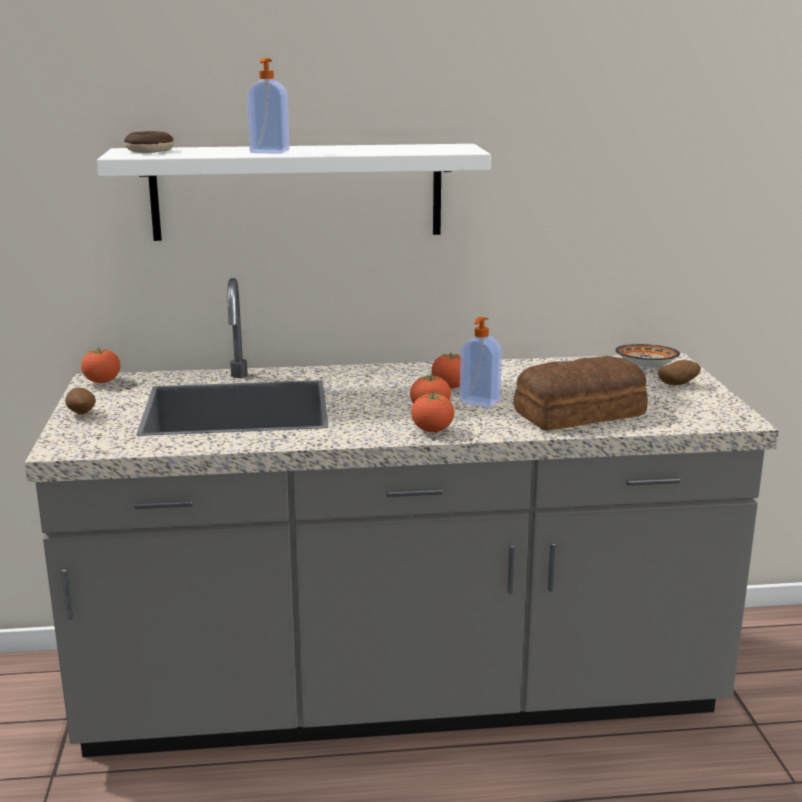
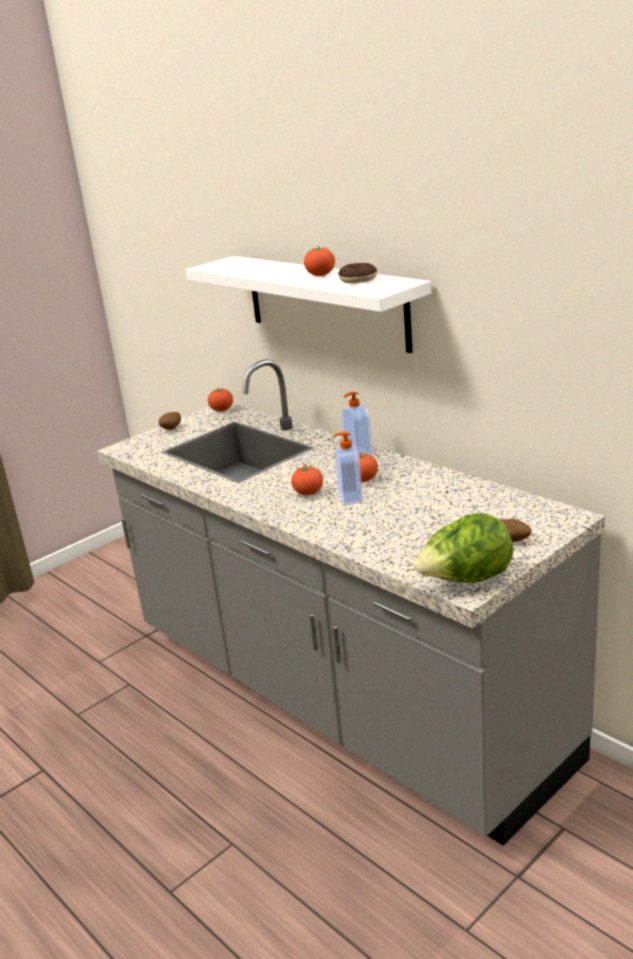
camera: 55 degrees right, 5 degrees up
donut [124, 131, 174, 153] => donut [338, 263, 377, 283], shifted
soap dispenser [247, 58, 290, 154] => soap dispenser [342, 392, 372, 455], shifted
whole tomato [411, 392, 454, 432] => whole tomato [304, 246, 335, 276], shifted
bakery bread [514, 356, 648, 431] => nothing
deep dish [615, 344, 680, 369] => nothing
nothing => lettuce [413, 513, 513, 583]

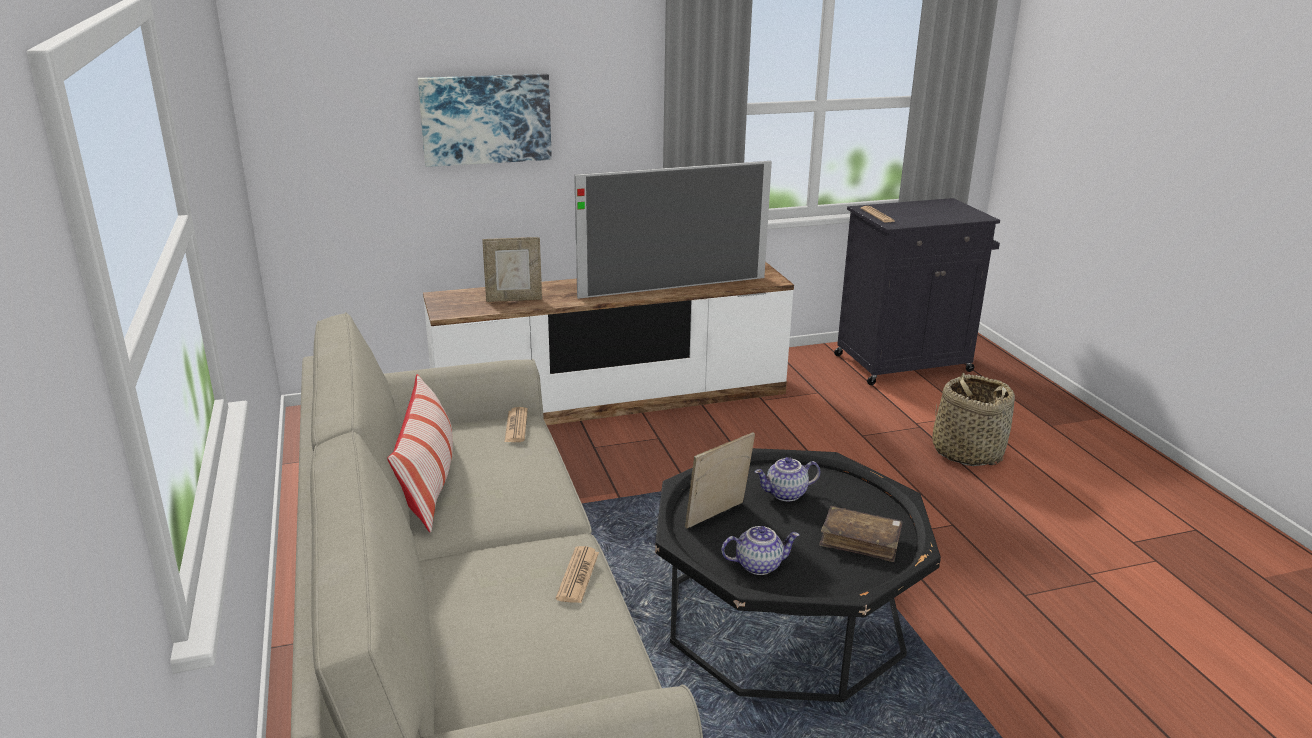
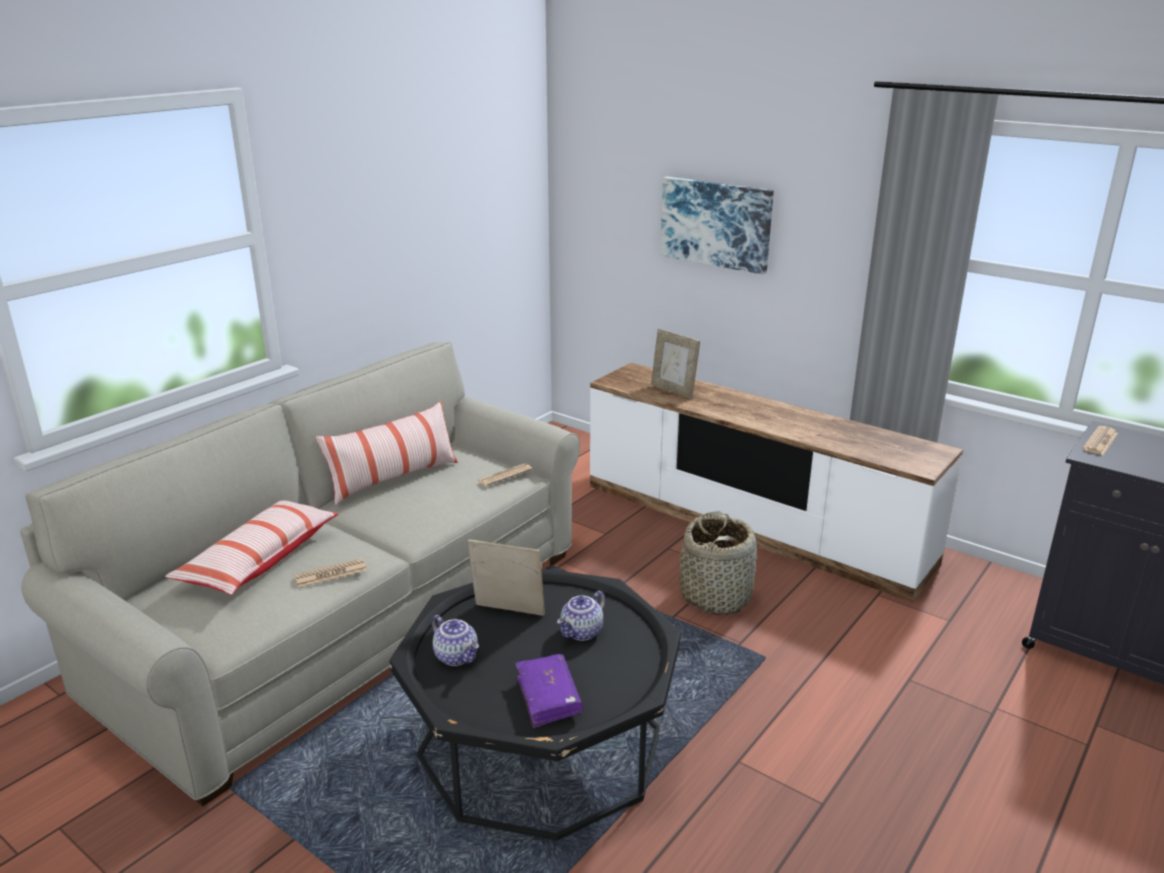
camera: 55 degrees right, 0 degrees up
TV set [574, 161, 772, 299] => nothing
tea pot [755, 457, 820, 501] => tea pot [557, 591, 605, 641], 90 degrees counterclockwise
brown volume [819, 506, 903, 562] => purple-coloured volume [516, 654, 583, 728]
storage basket [932, 373, 1015, 466] => storage basket [679, 511, 757, 615], shifted
nothing => cushion [165, 501, 338, 595]

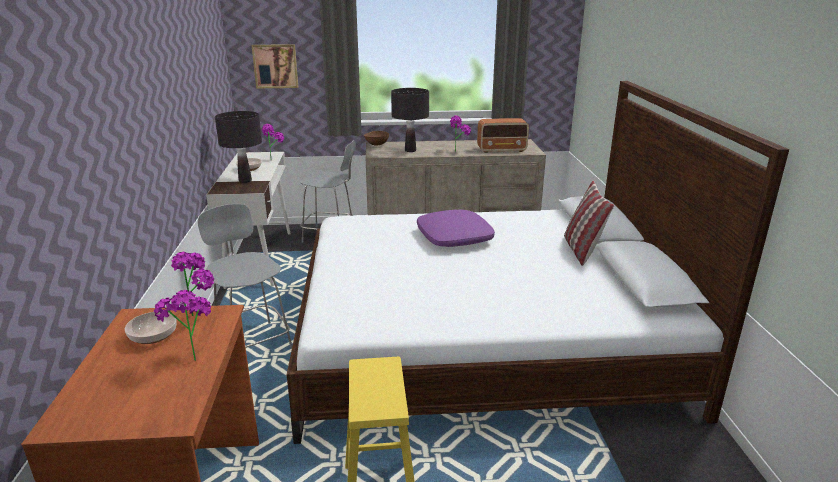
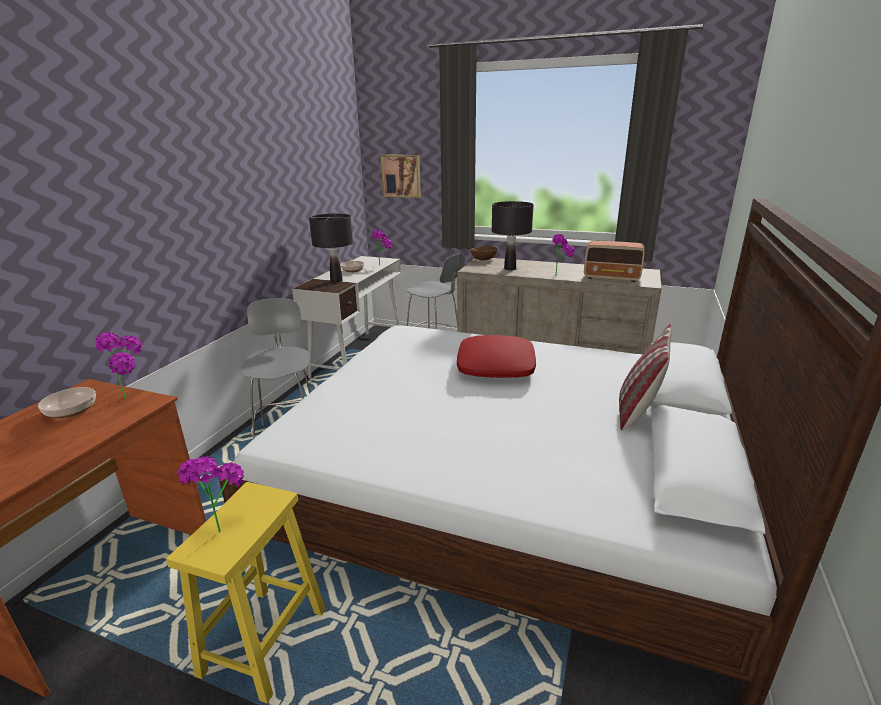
camera: 25 degrees right, 0 degrees up
plant in a pot [154, 290, 211, 361] => plant in a pot [177, 456, 244, 532], shifted
purple-coloured cushion [417, 209, 495, 247] => red cushion [457, 335, 536, 378]

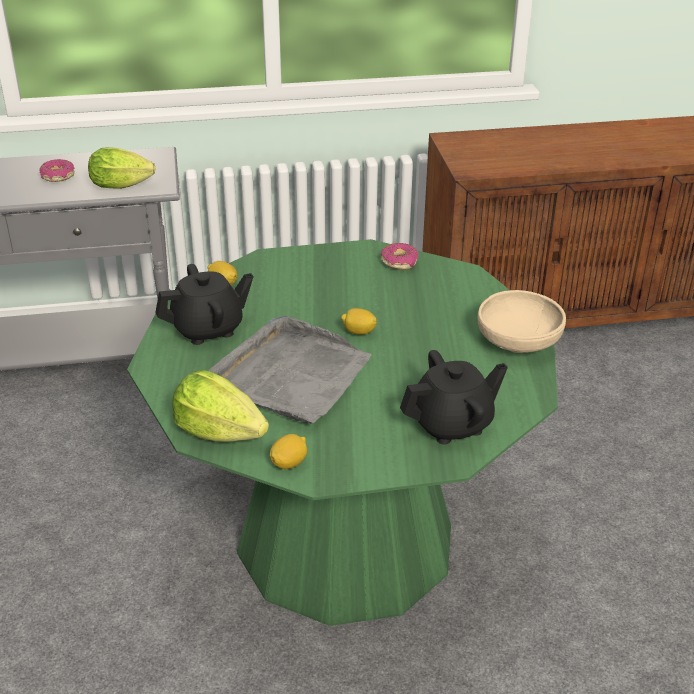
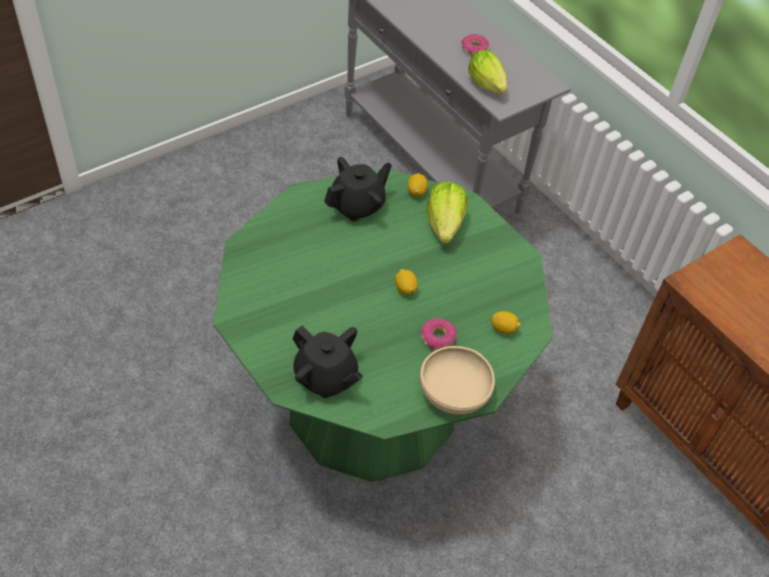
camera: 60 degrees right, 15 degrees up
blackish tea pot [155, 264, 253, 345] => blackish tea pot [324, 157, 392, 222], 75 degrees counterclockwise
lettuce [172, 370, 269, 442] => lettuce [427, 181, 468, 244], shifted
greyish tray [208, 316, 371, 424] => nothing
citrus fruit [270, 434, 307, 469] => citrus fruit [491, 311, 521, 335], shifted
donut [381, 243, 418, 270] => donut [421, 318, 457, 350], shifted

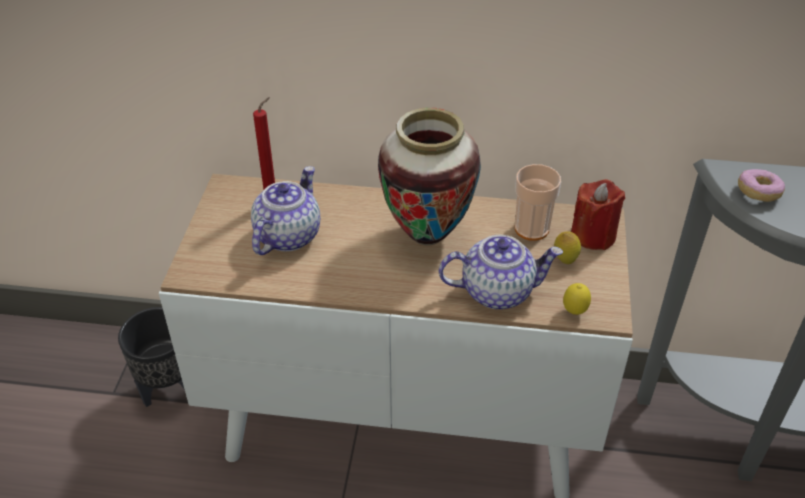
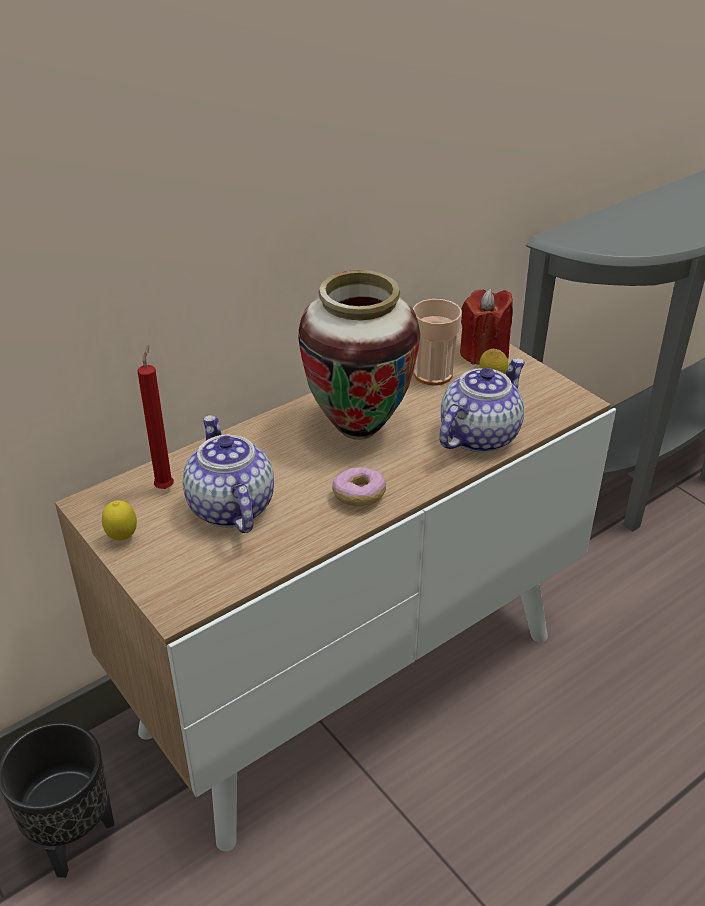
camera: 45 degrees left, 5 degrees down
citrus fruit [563, 283, 591, 315] => citrus fruit [102, 500, 137, 540], shifted
donut [738, 169, 785, 202] => donut [332, 467, 386, 506], shifted

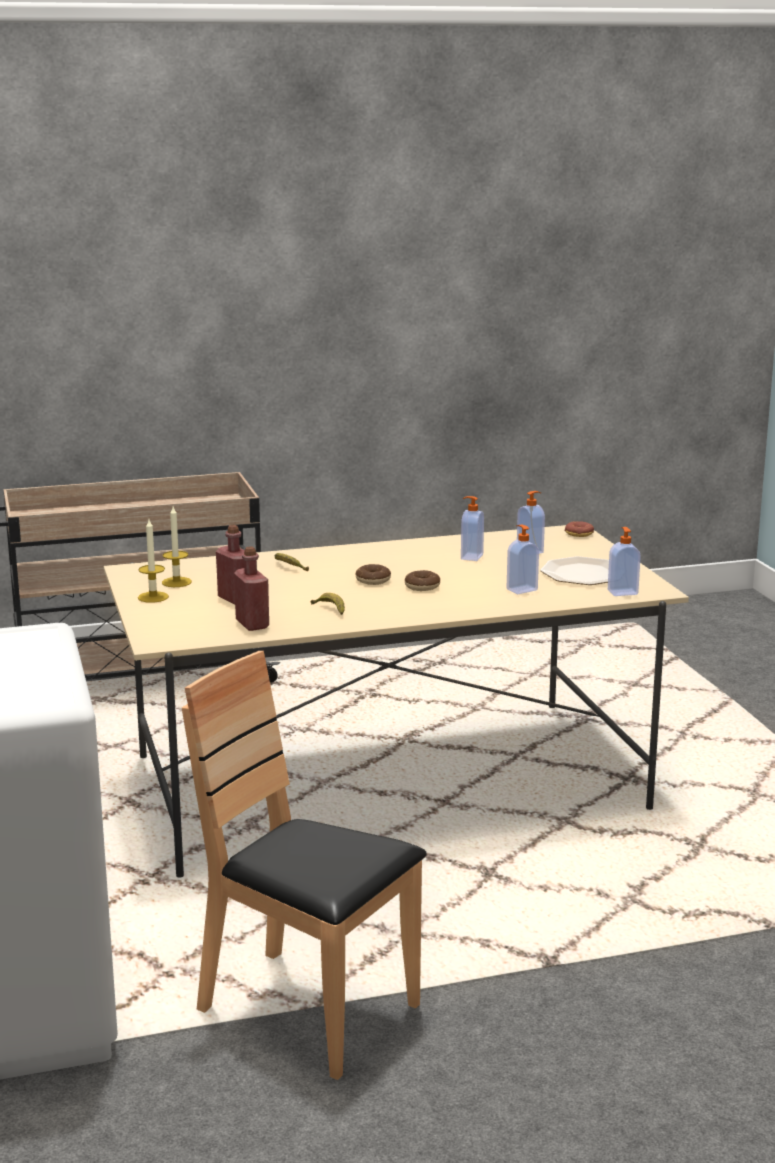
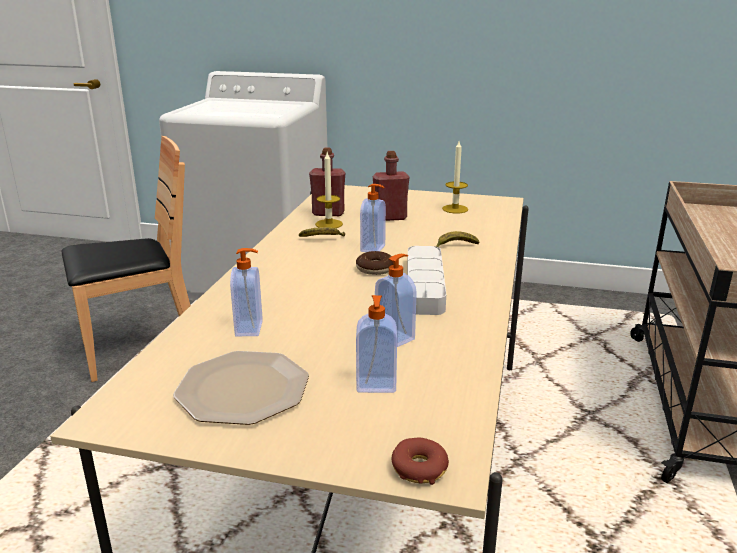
camera: 120 degrees right, 5 degrees up
candle [138, 520, 169, 603] => candle [315, 152, 343, 228], shifted
donut [405, 570, 440, 591] => nothing
soap dispenser [608, 527, 641, 596] => soap dispenser [360, 184, 386, 252], shifted
nothing => greyish tray [407, 246, 446, 315]

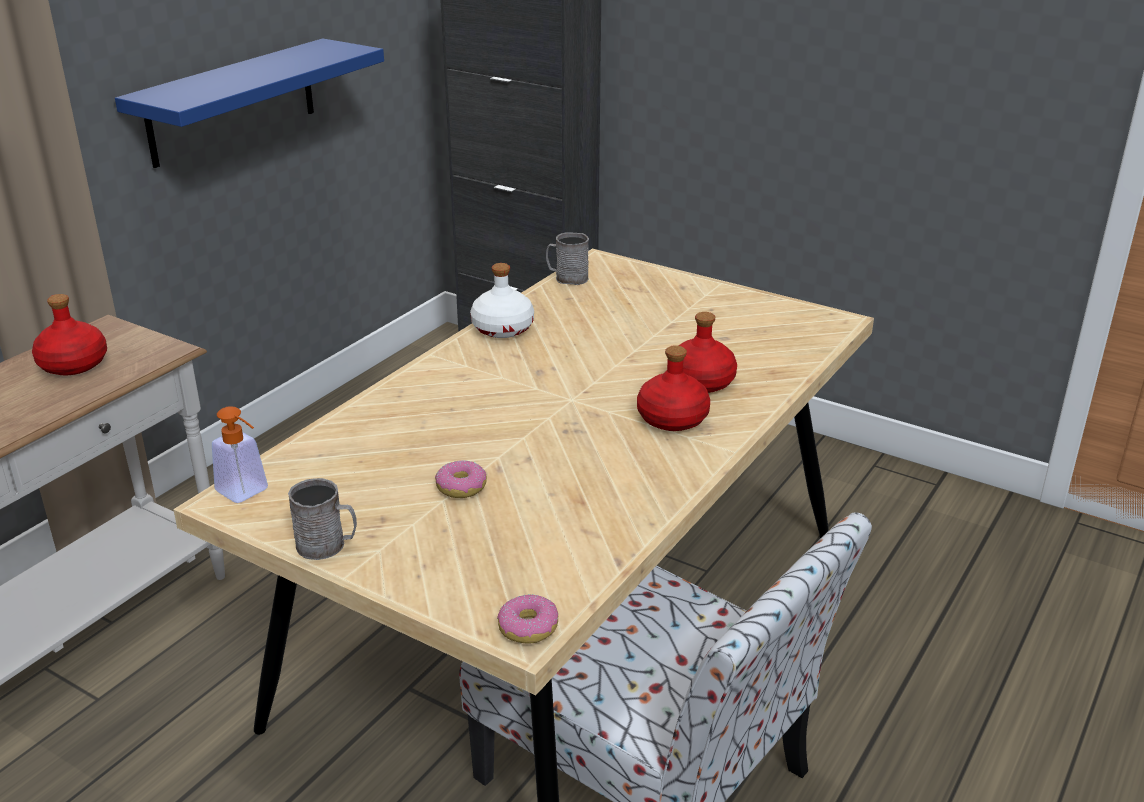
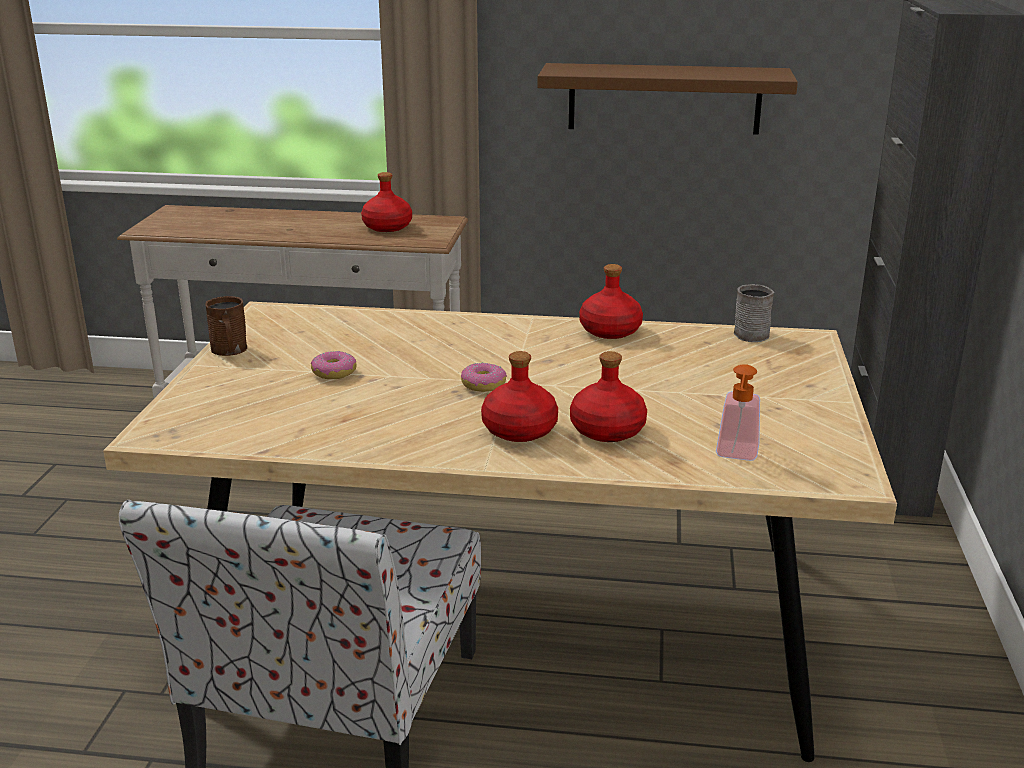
camera: 65 degrees right, 5 degrees down
blue-coloured bracket shelf [115, 38, 384, 168] => brown bracket shelf [537, 63, 798, 135]
soap dispenser [212, 406, 268, 503] => soap dispenser [716, 364, 760, 461], shifted
greyish mug [288, 478, 357, 560] => brown mug [205, 296, 247, 356]
white beverage bottle [470, 263, 534, 338] => red beverage bottle [579, 264, 643, 339]
donut [497, 594, 558, 644] => donut [461, 363, 507, 392], shifted

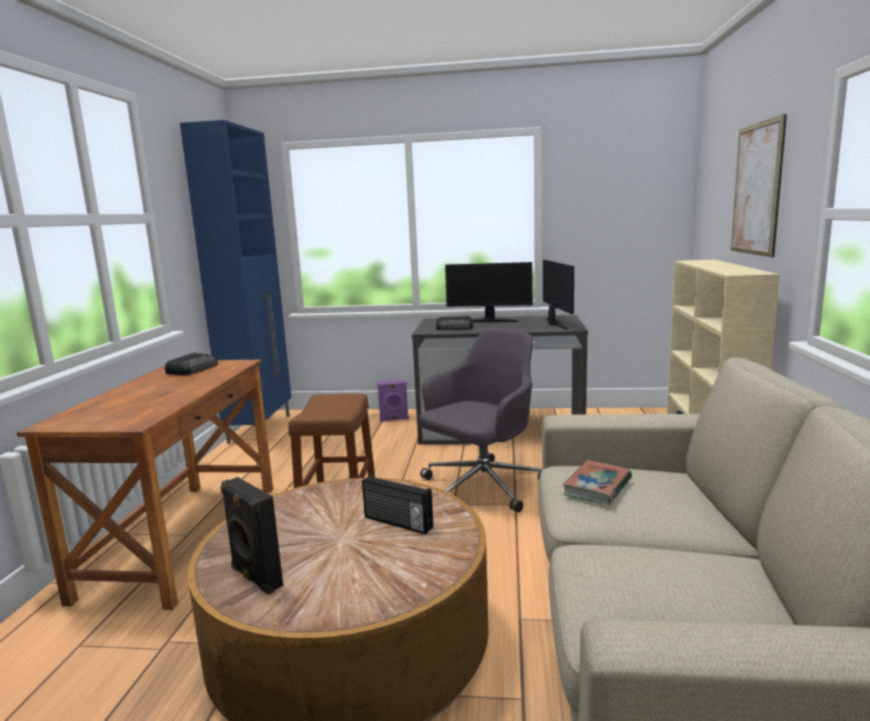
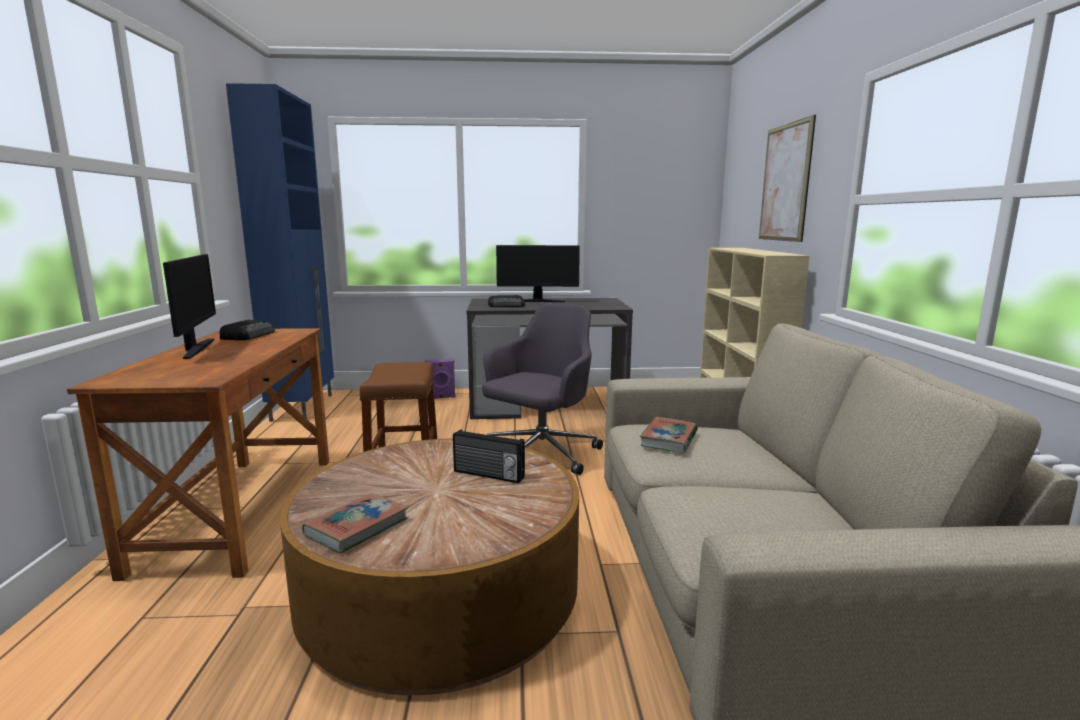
camera: 10 degrees left, 0 degrees up
blackish speaker [221, 477, 283, 594] => volume [302, 493, 408, 554]
computer display [543, 260, 574, 330] => computer display [163, 254, 216, 359], shifted

